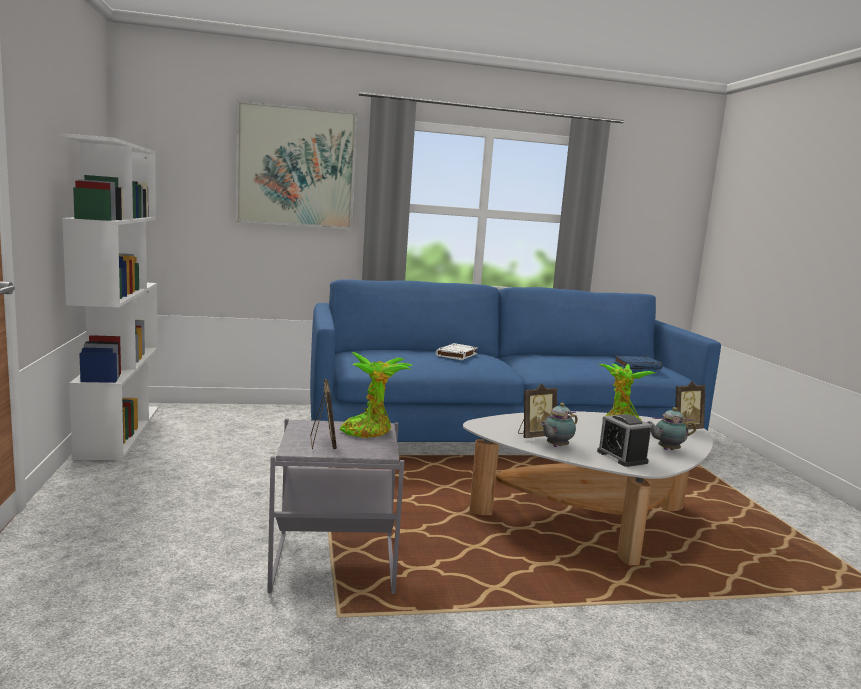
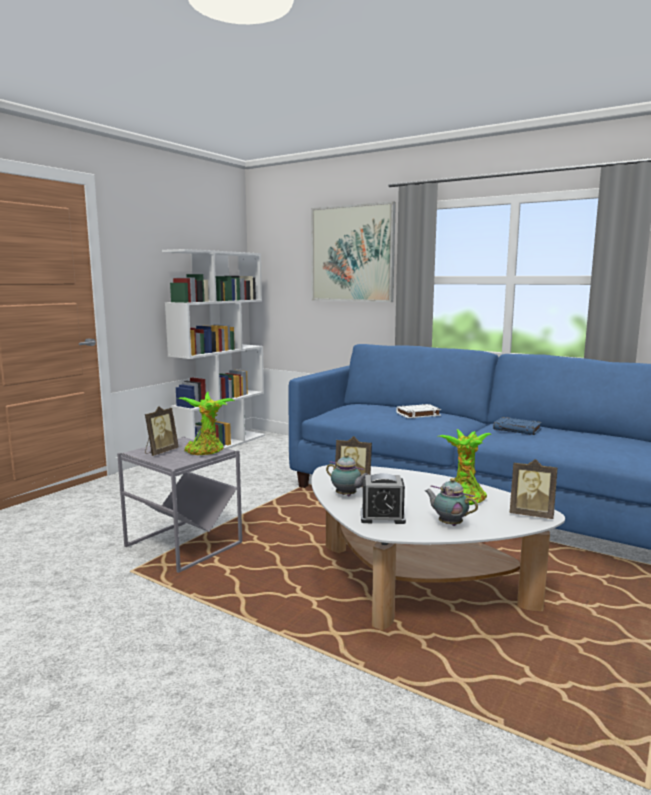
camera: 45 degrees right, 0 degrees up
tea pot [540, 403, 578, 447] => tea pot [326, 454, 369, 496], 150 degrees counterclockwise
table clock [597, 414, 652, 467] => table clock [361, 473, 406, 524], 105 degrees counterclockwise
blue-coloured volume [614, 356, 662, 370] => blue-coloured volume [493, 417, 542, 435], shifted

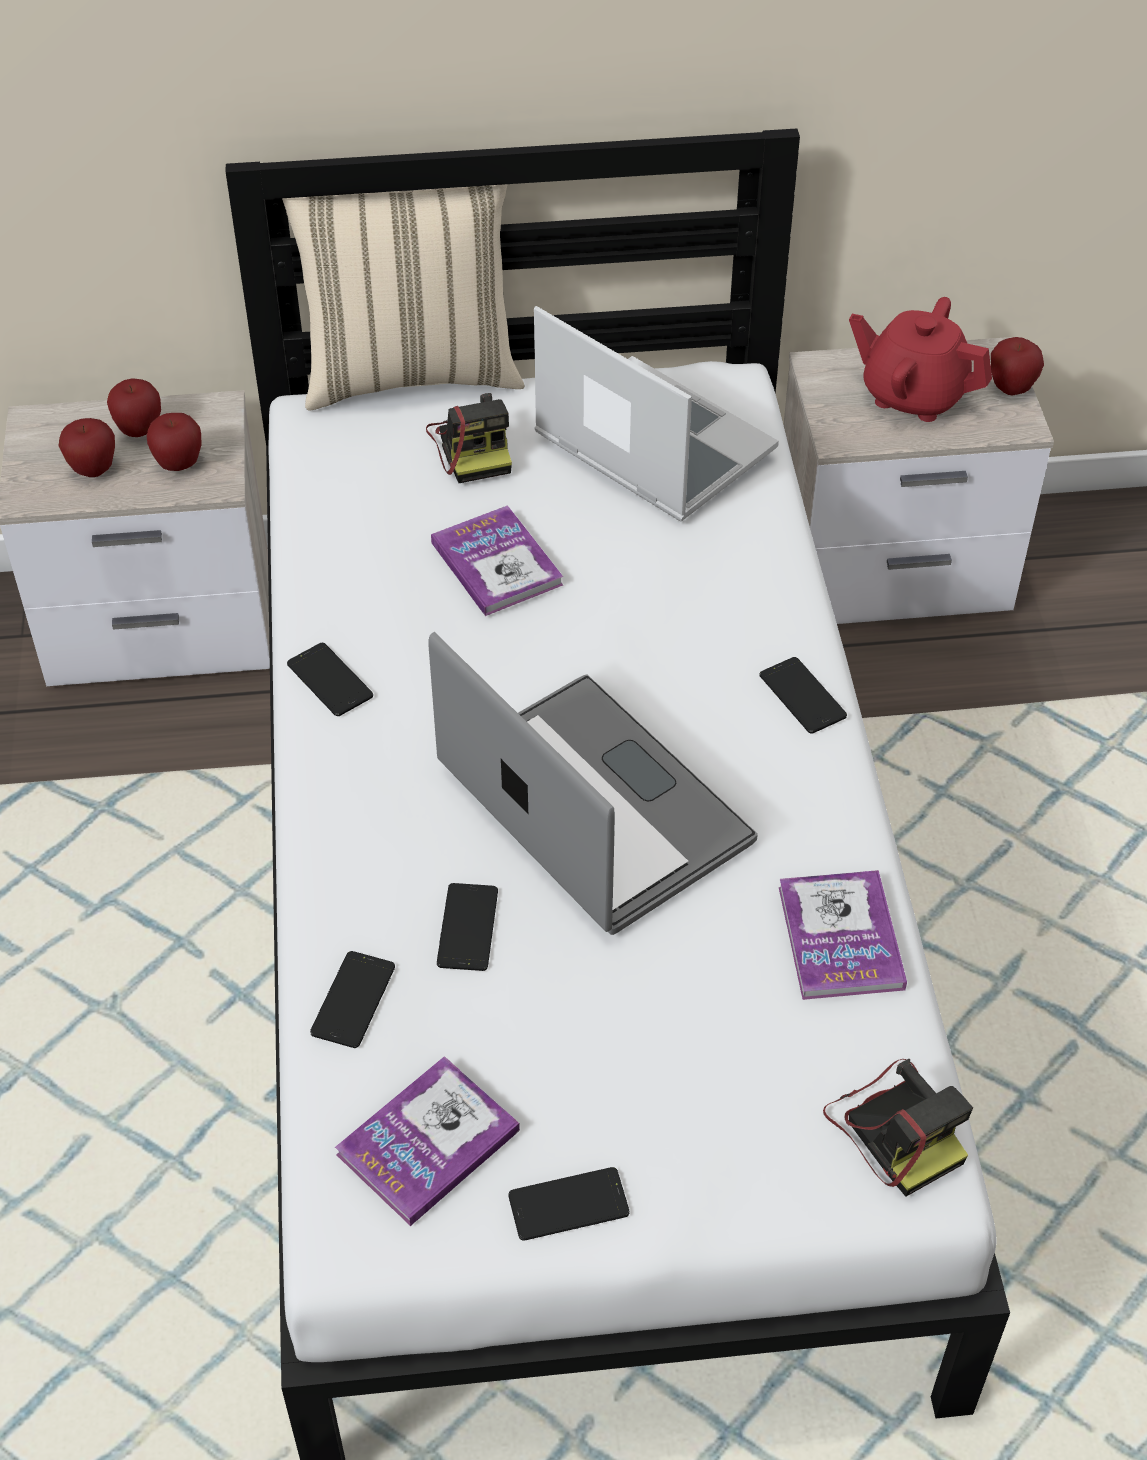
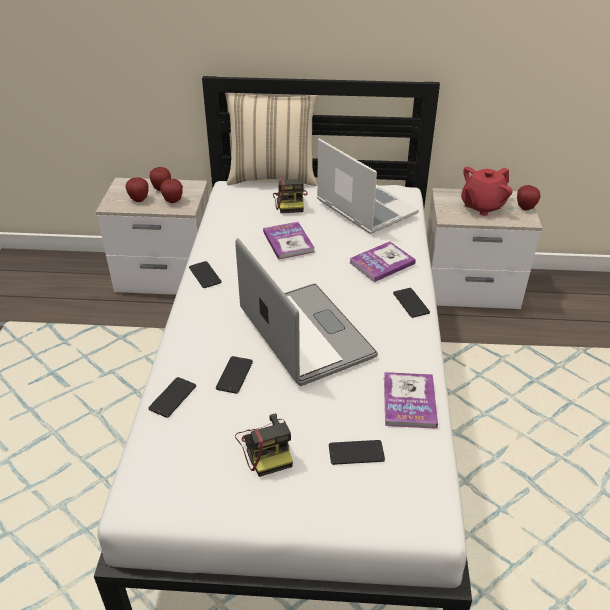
camera: 10 degrees right, 10 degrees down
volume [335, 1056, 520, 1226] => volume [349, 241, 416, 282], shifted
handset [508, 1167, 630, 1241] => handset [329, 440, 385, 465], shifted
photo camera [823, 1059, 973, 1197] => photo camera [235, 413, 293, 477], shifted
red tea pot [849, 297, 992, 422] => red tea pot [461, 167, 513, 216], 75 degrees counterclockwise

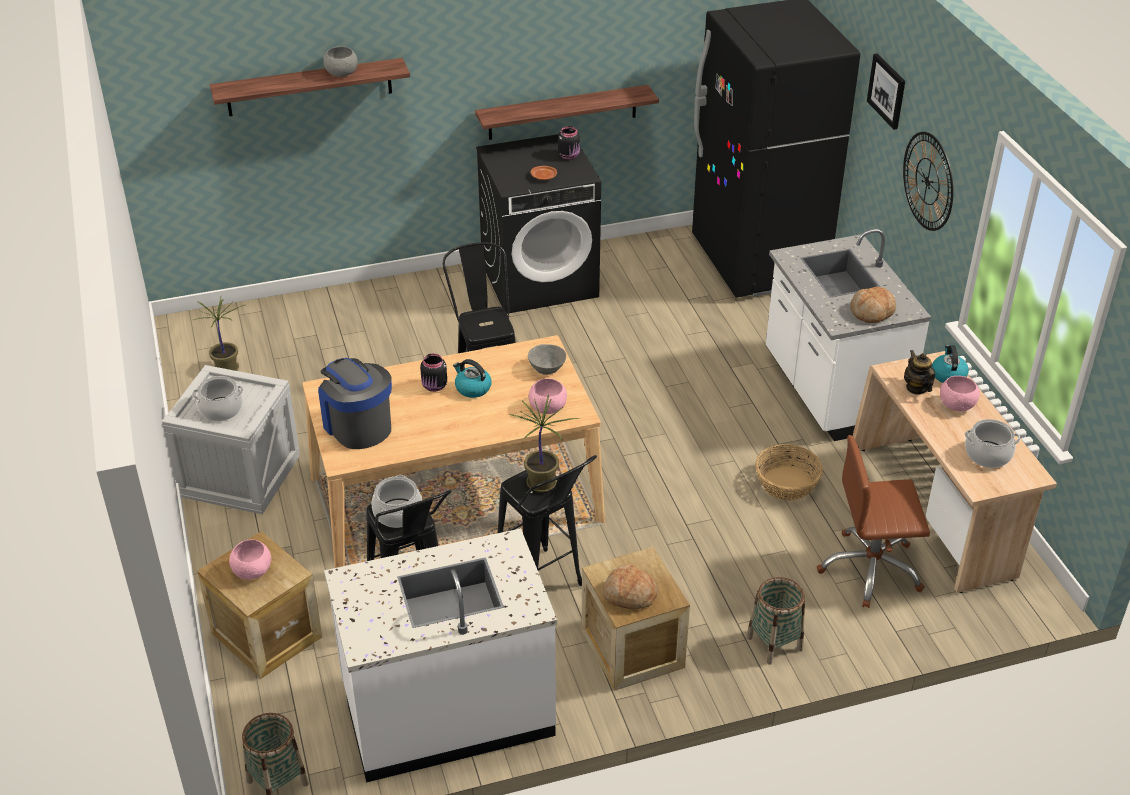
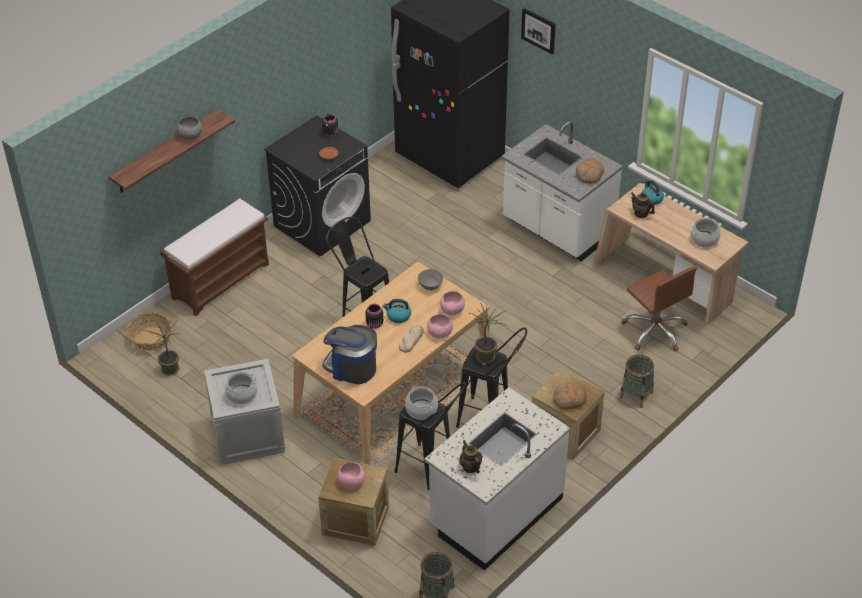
camera: 30 degrees left, 5 degrees up
bracket shelf [475, 85, 659, 140] => nothing
storage basket [755, 444, 823, 501] => storage basket [127, 313, 172, 351], shifted
brown computer chair [817, 435, 930, 608] => brown computer chair [621, 266, 697, 351], 90 degrees counterclockwise
wall clock [903, 132, 953, 231] => nothing
pinkish deep dish [940, 376, 980, 411] => pinkish deep dish [427, 314, 453, 338], shifted
nothing => brown bench [160, 198, 269, 316]
nothing => bakery bread [399, 325, 424, 353]
nothing => tea pot [459, 440, 482, 473]

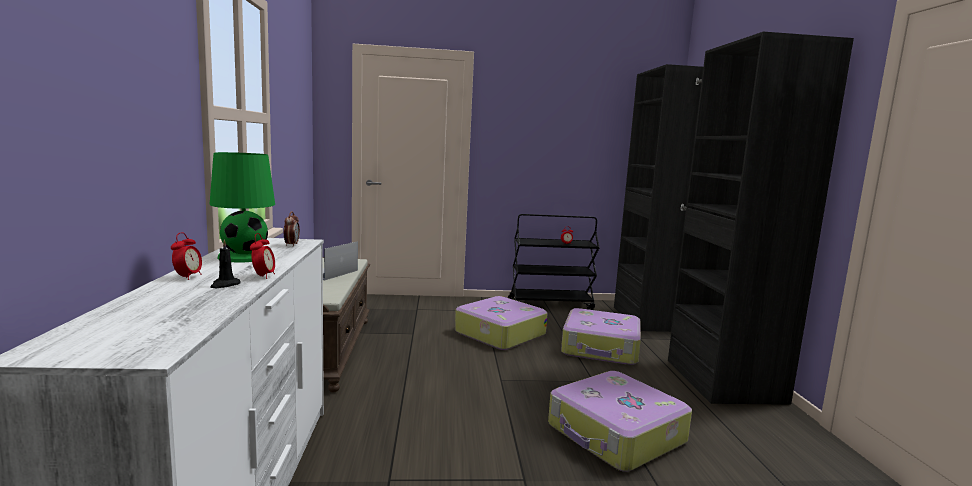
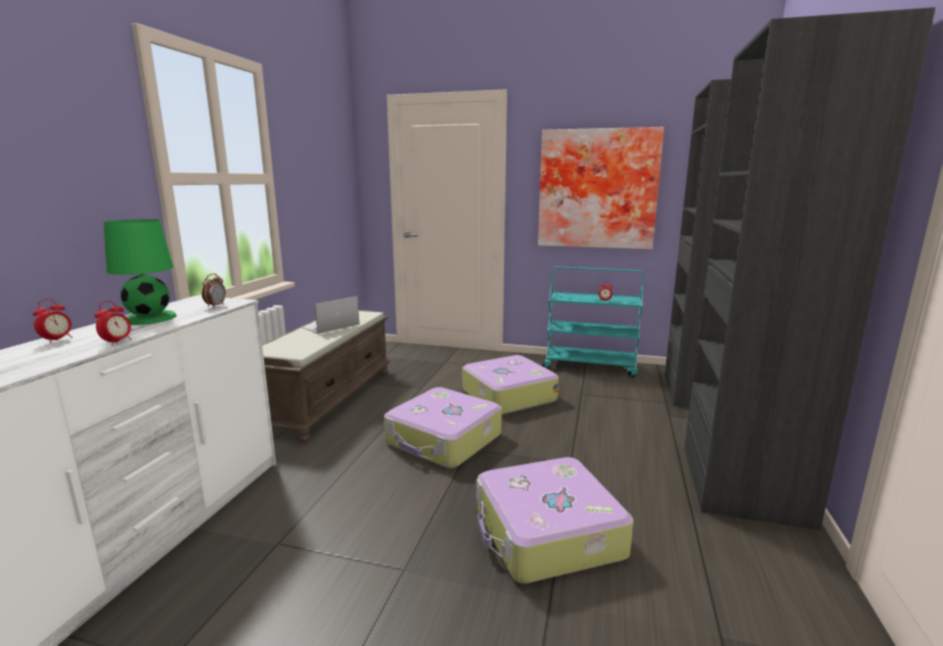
camera: 20 degrees right, 5 degrees up
blackish candle [210, 239, 241, 288] => nothing
blackish trolley [508, 214, 600, 310] => blue-green trolley [543, 267, 644, 377]
travel case [561, 308, 641, 365] => travel case [384, 387, 502, 468], shifted
nothing => wall picture [538, 127, 664, 249]

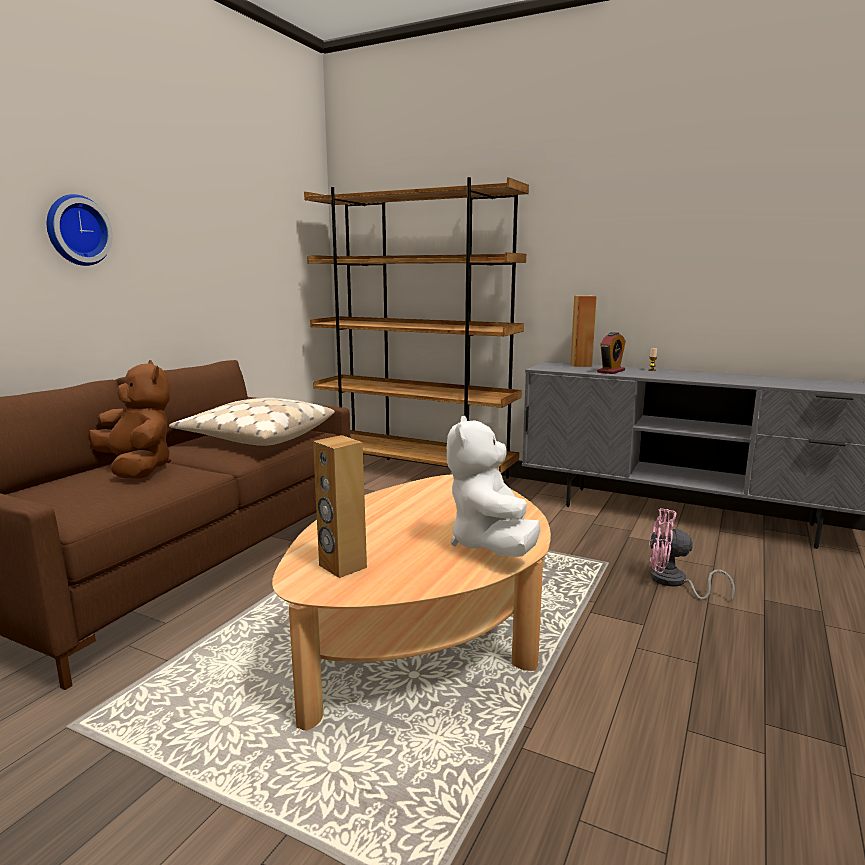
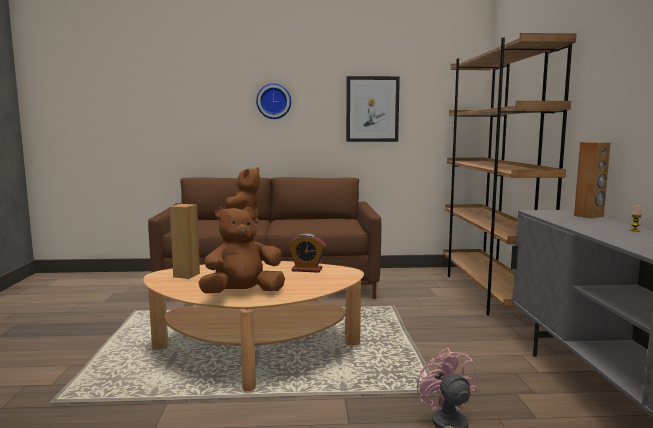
camera: 60 degrees right, 5 degrees down
beige-coloured cushion [169, 398, 335, 446] => nothing
white cuddly toy [447, 416, 540, 557] => brown cuddly toy [198, 207, 285, 294]
table clock [597, 332, 626, 374] => table clock [288, 234, 326, 273], shifted
nothing => wall picture [346, 76, 400, 142]

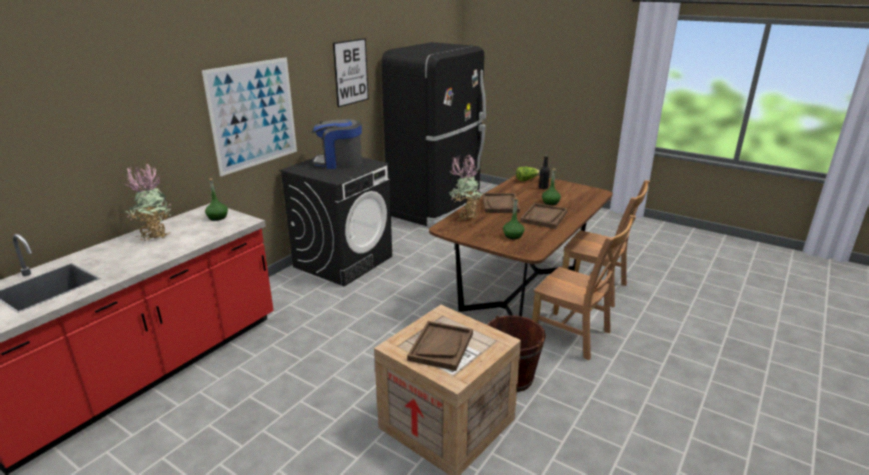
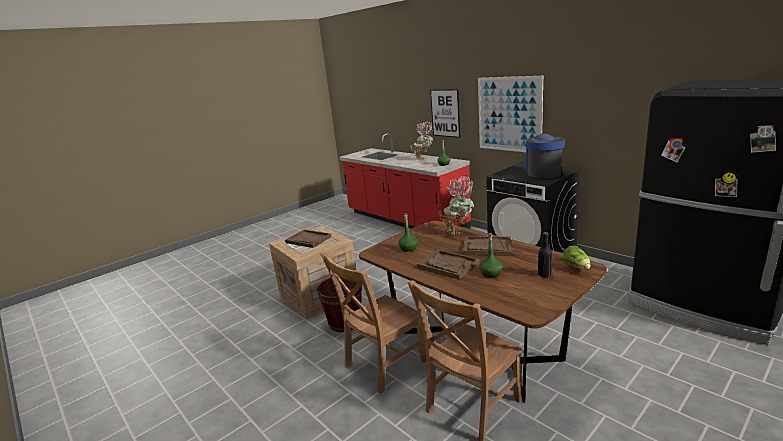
camera: 105 degrees right, 5 degrees down
wall picture [333, 38, 369, 107] => wall picture [430, 89, 460, 138], shifted

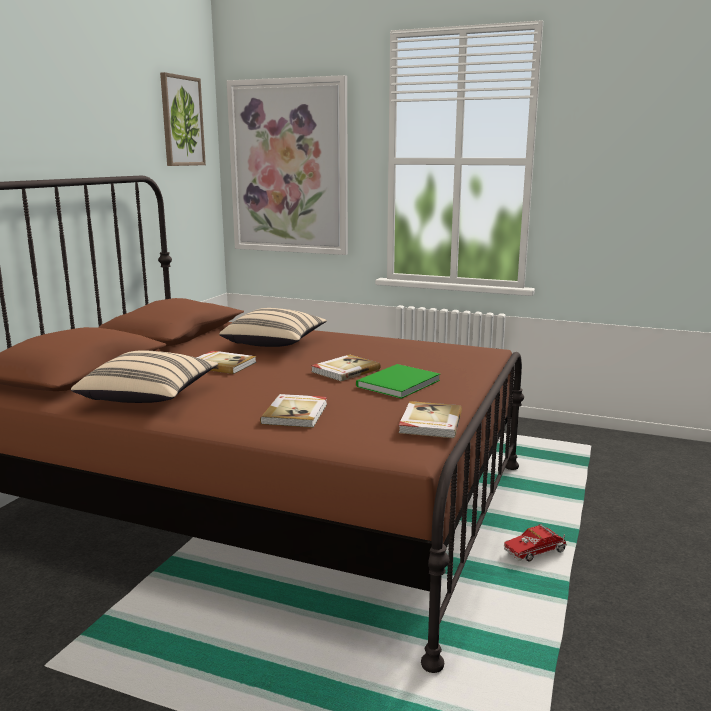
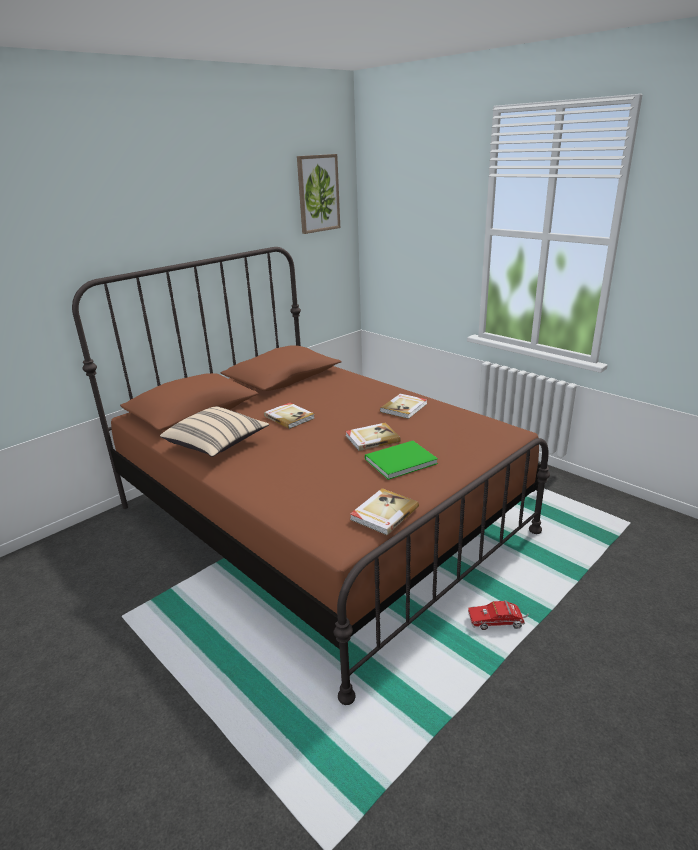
camera: 25 degrees right, 10 degrees up
beige-coloured cushion [219, 308, 327, 347] => nothing
wall picture [227, 75, 348, 255] => nothing
volume [260, 394, 327, 428] => volume [380, 394, 427, 419], shifted

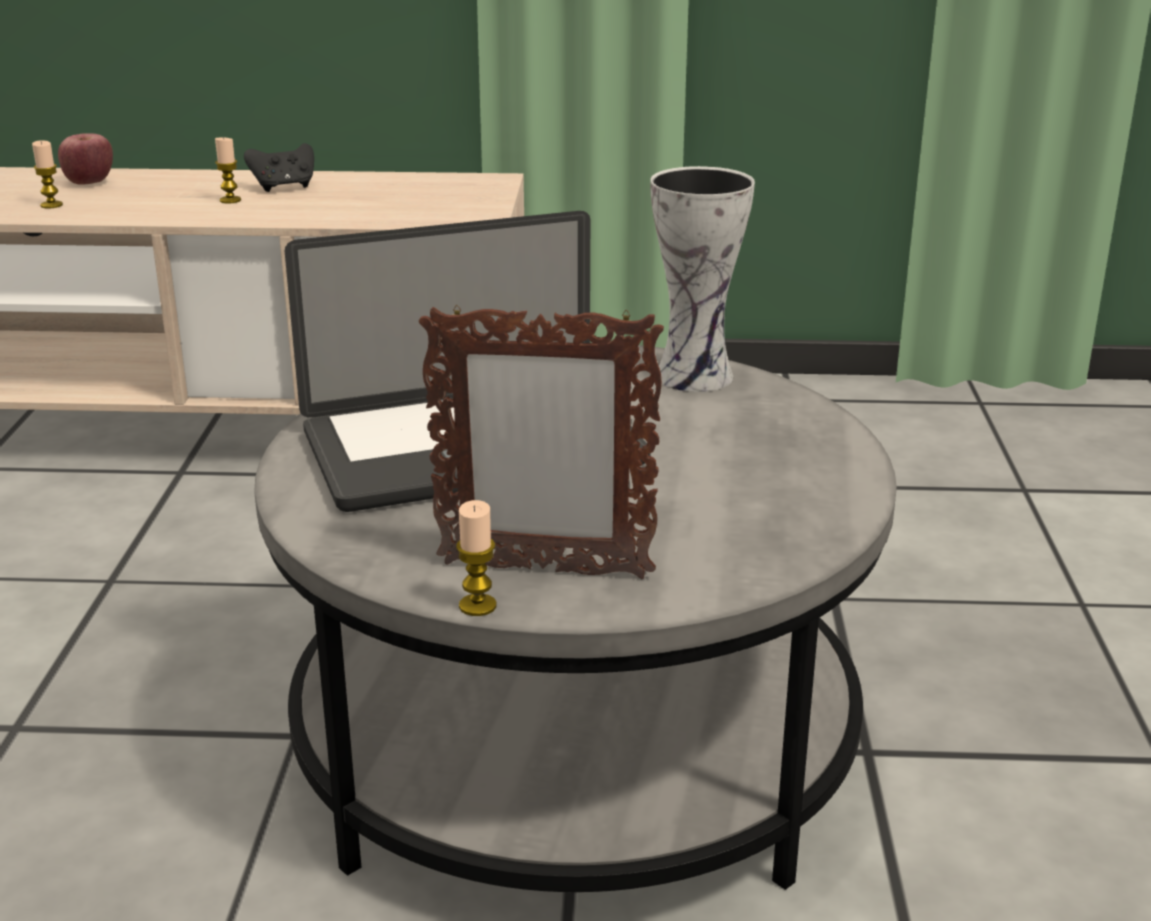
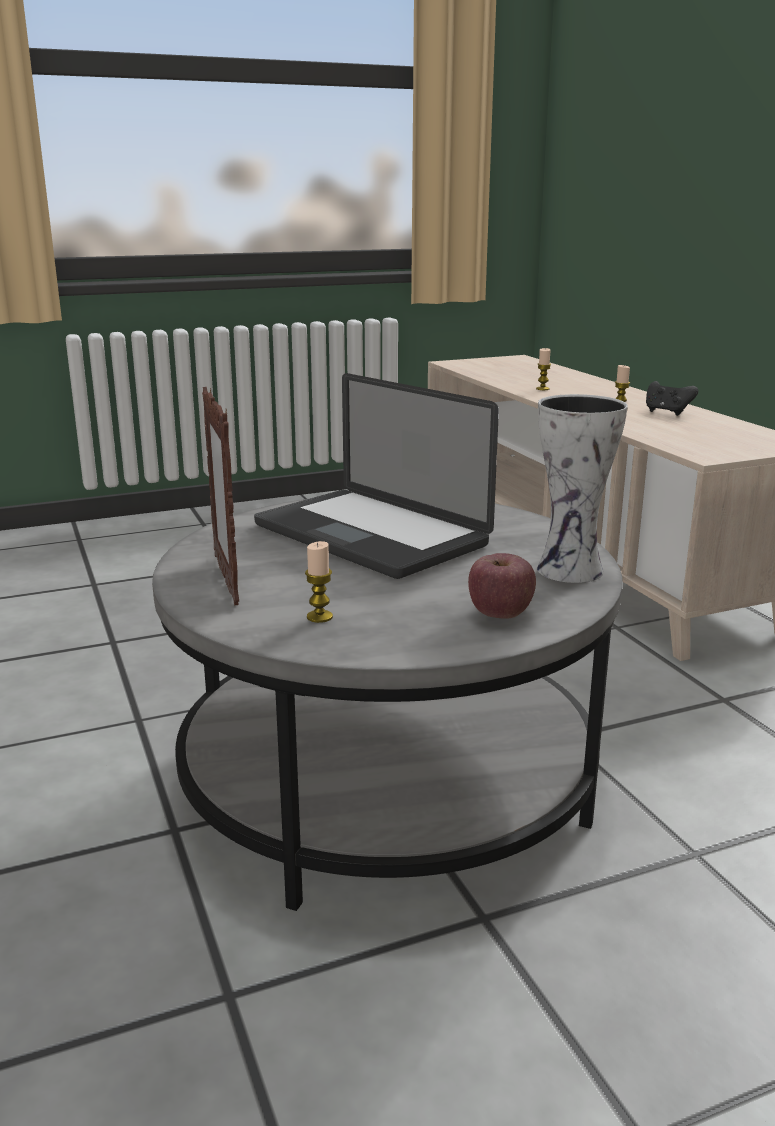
camera: 65 degrees right, 5 degrees down
whole apple [58, 133, 113, 185] => whole apple [468, 553, 536, 619], shifted
candle [456, 500, 497, 616] => candle [305, 541, 333, 623], shifted

